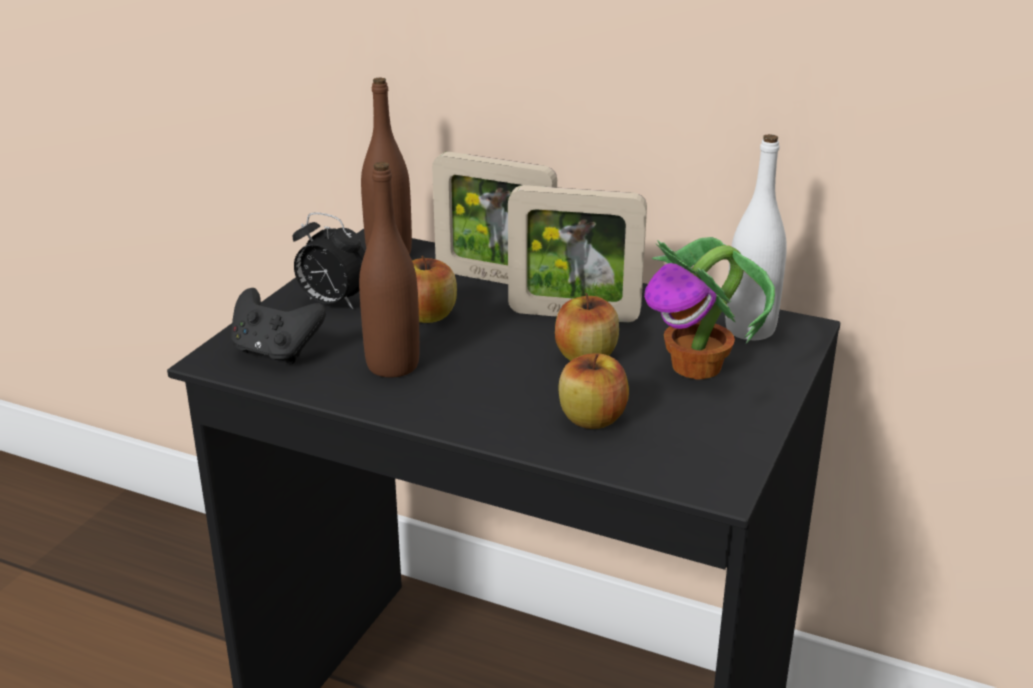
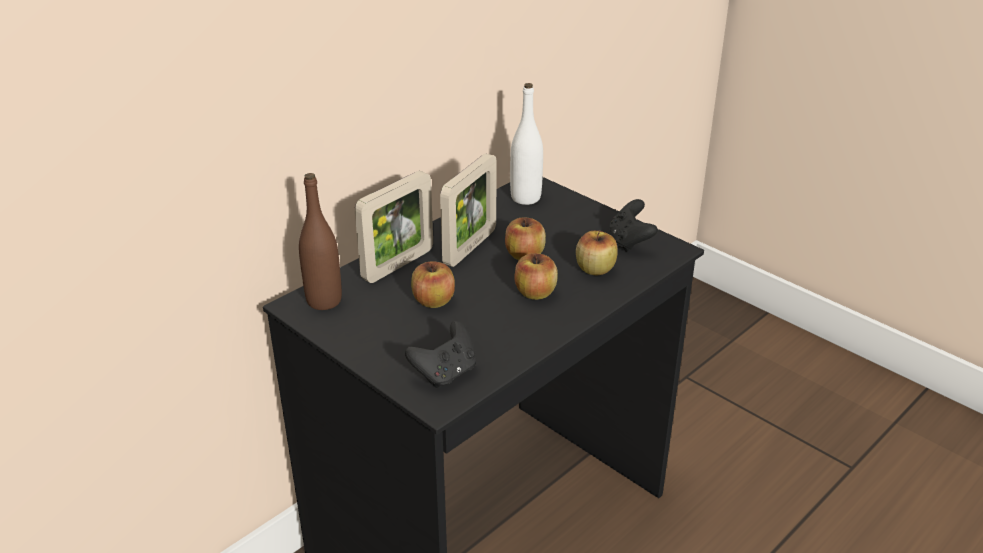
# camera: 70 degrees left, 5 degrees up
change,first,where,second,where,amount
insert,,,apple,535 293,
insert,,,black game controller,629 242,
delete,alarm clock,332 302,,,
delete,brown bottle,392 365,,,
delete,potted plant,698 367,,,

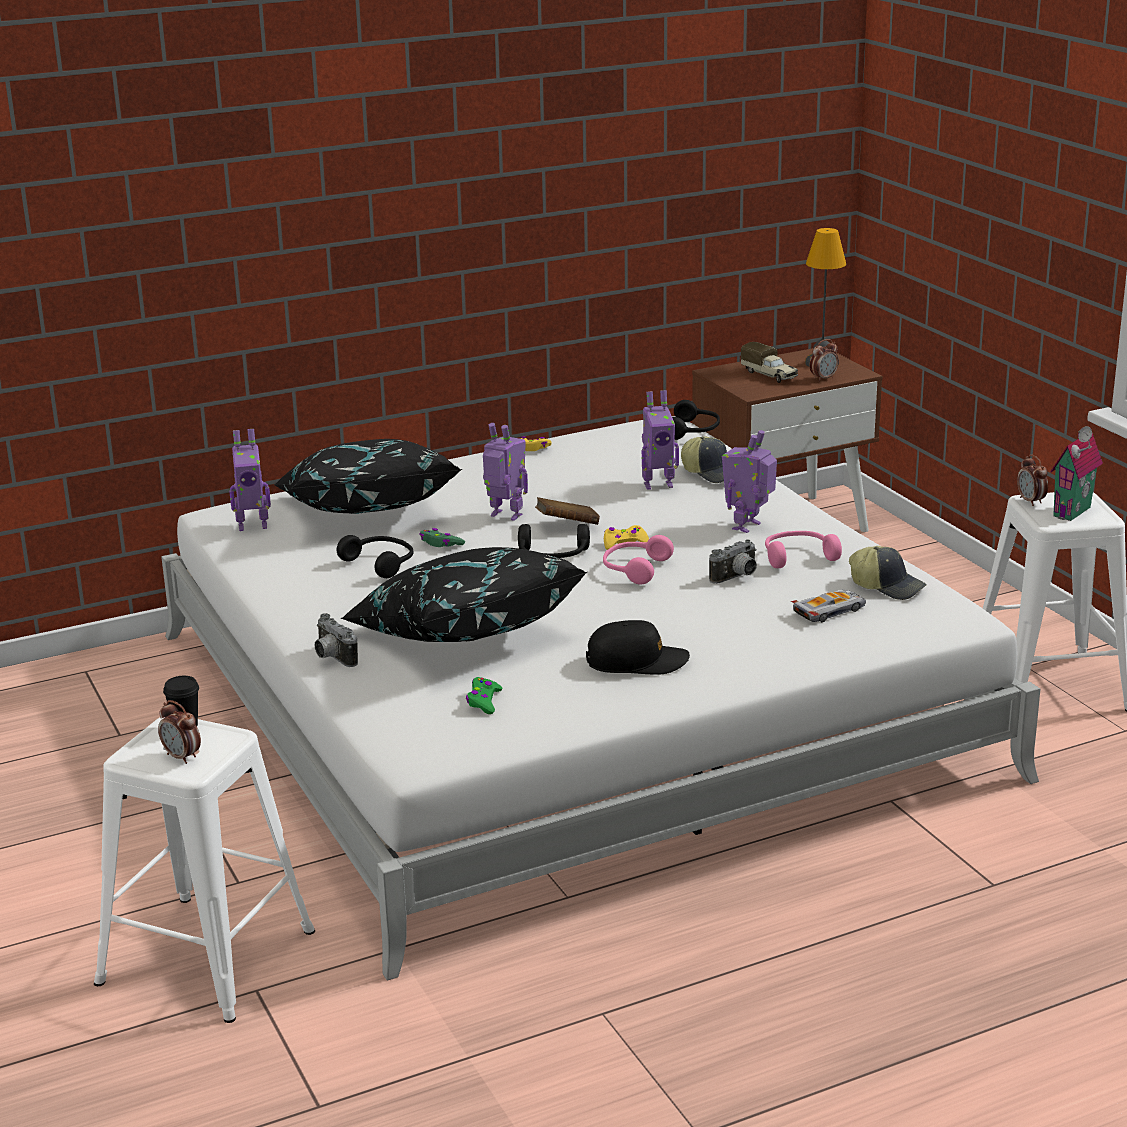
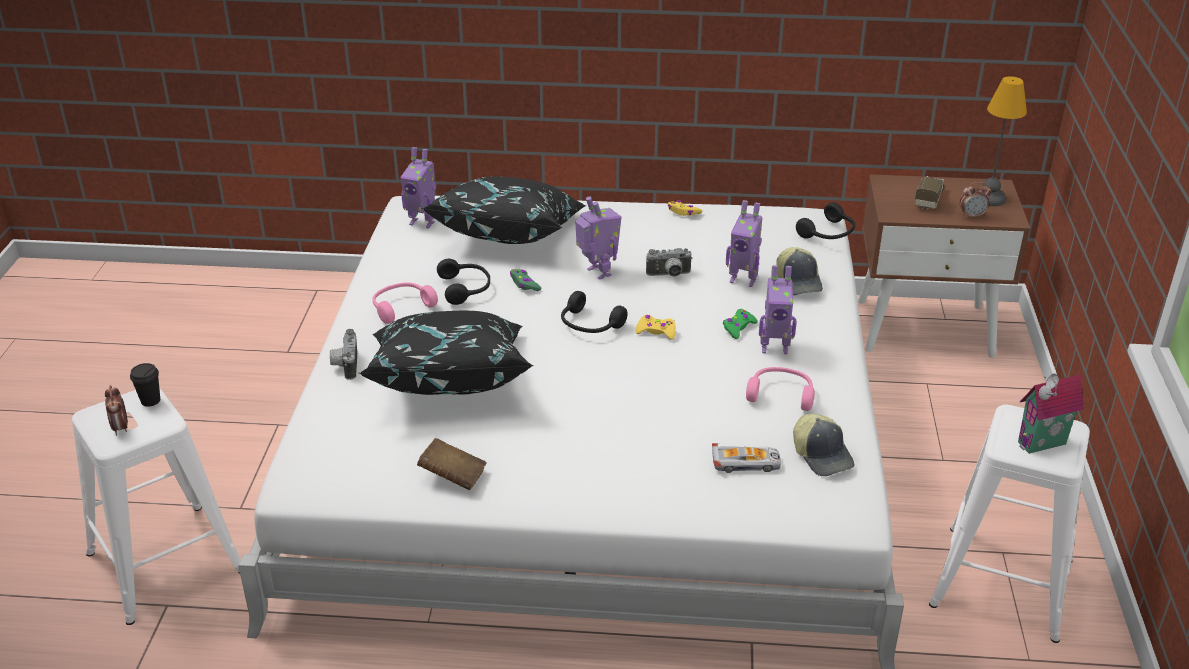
# camera: 30 degrees right, 10 degrees up
change,first,where,second,where,amount
move,pink headphones,634 569,,401 307,
move,brown book,567 526,,453 477,
move,photo camera,737 577,,669 275,
move,green game controller,483 701,,738 328,
rotate,toy robot,748 526,,774 348,150 degrees counterclockwise
rotate,toy truck,770 375,,929 199,150 degrees counterclockwise
delete,black cap,636 662,,,
delete,alarm clock,1031 501,,,

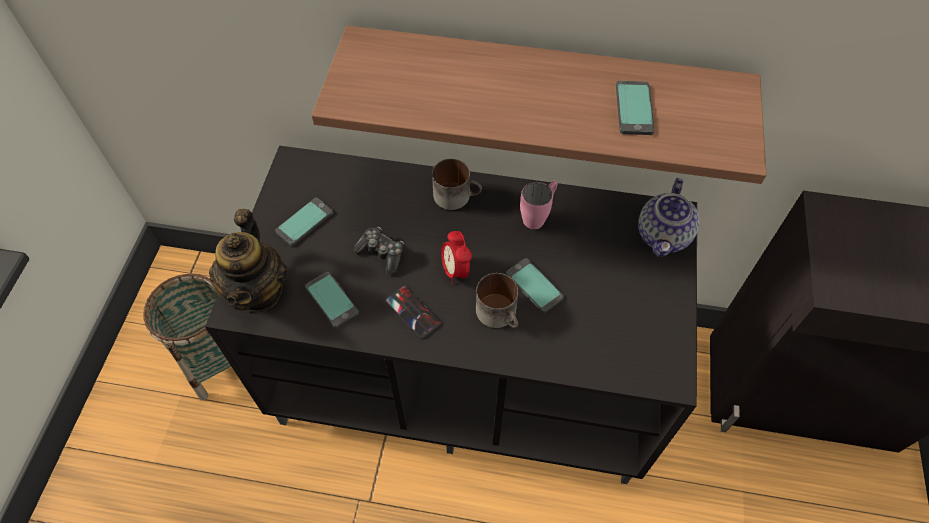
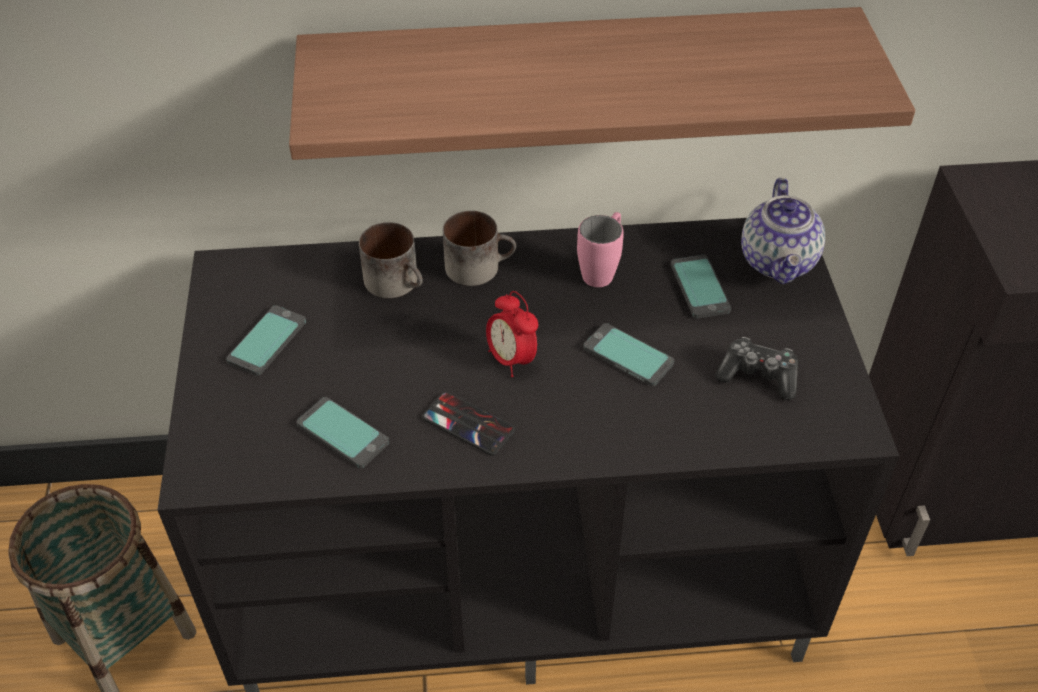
# camera: 15 degrees left, 10 degrees down
change,first,where,second,where,amount
move,mug,500 313,,398 282,
move,phone,634 109,,700 288,
move,game controller,382 254,,758 376,
delete,teapot,258 290,,,

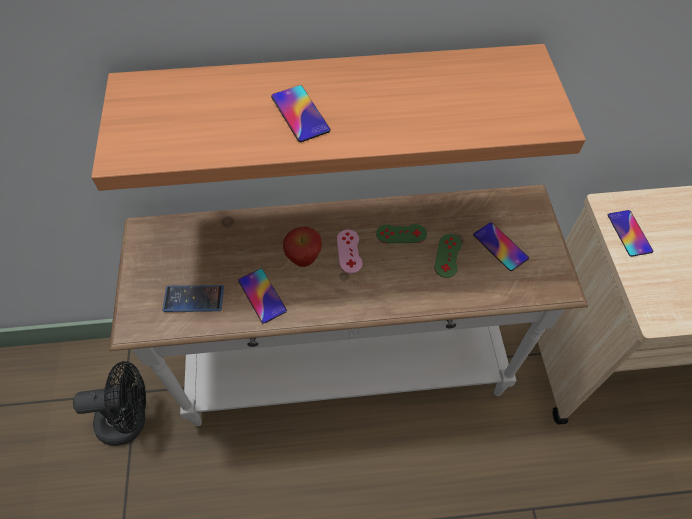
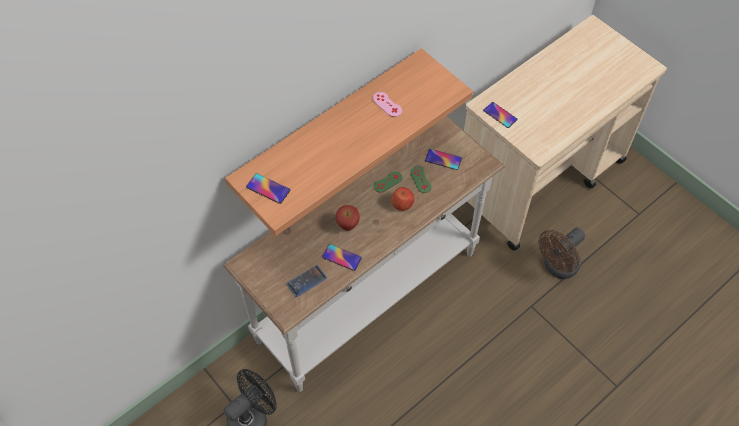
# camera: 35 degrees left, 0 degrees up
change,first,where,second,where,amount
move,phone,300 114,,268 188,
move,pink game controller,349 251,,387 104,
insert,,,apple,402 204,
insert,,,brown fan,557 268,

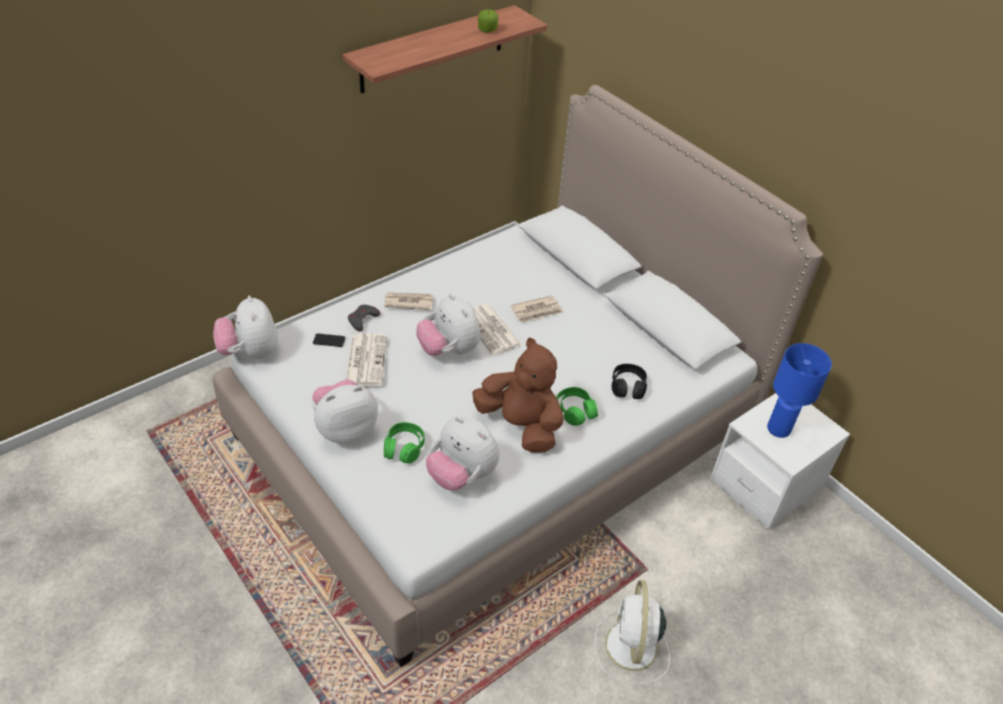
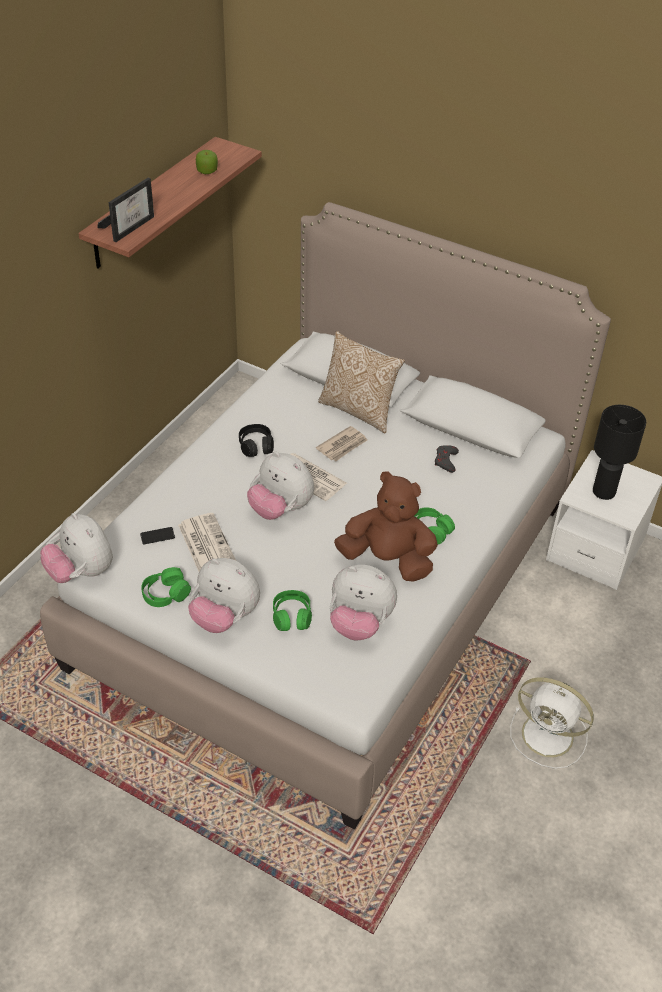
# camera: 20 degrees left, 0 degrees up
change,first,where,second,where,amount
insert,,,picture frame,130 226,
insert,,,green headphones,165 594,
rotate,plush toy,345 429,,224 617,105 degrees counterclockwise
move,black headphones,628 387,,256 446,
insert,,,pillow,359 410,
move,grey game controller,362 319,,446 461,
rotate,white fan,631 648,,549 736,45 degrees counterclockwise
recolor,blue table lamp,779 429,black table lamp,604 492,
delete,newspaper,408 302,,,

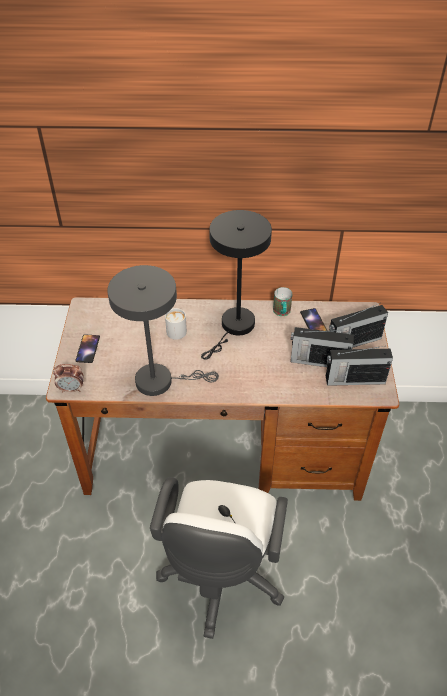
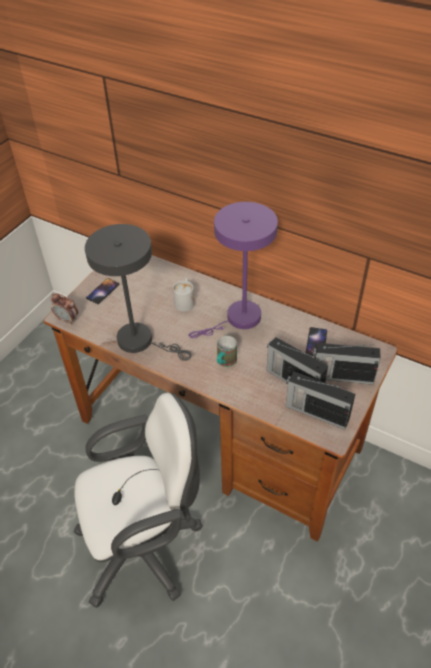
# camera: 30 degrees right, 0 degrees up
change,first,where,second,where,amount
rotate,white office chair,220 578,,146 545,150 degrees counterclockwise
recolor,black table lamp,235 327,purple table lamp,238 319,
move,mug,282 313,,225 363,

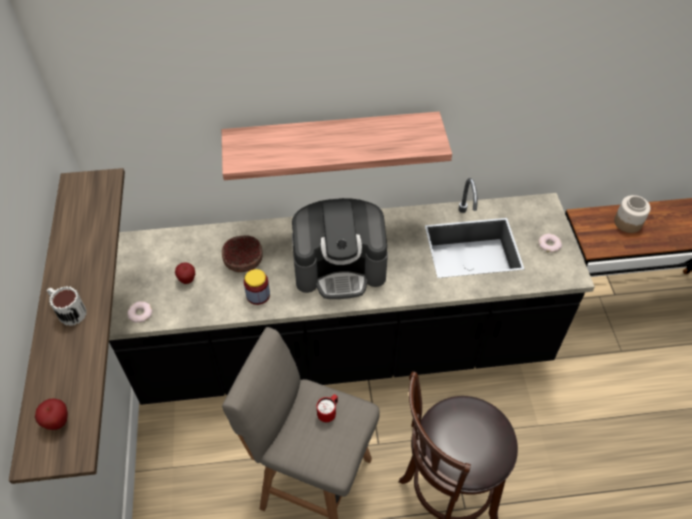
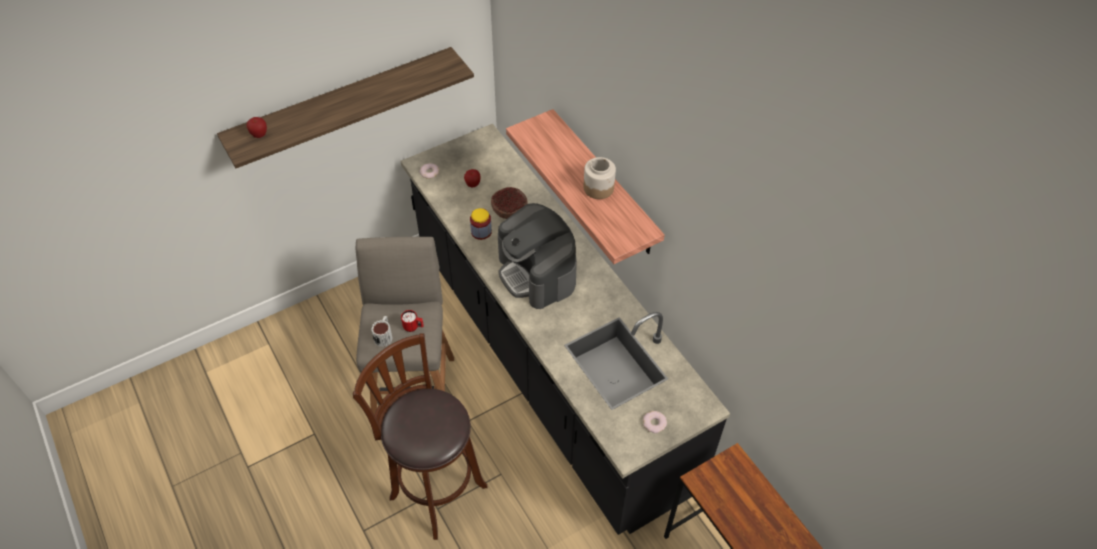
# camera: 65 degrees right, 0 degrees up
change,first,where,second,where,amount
move,mug,68 311,,384 335,
move,jar,627 222,,598 188,

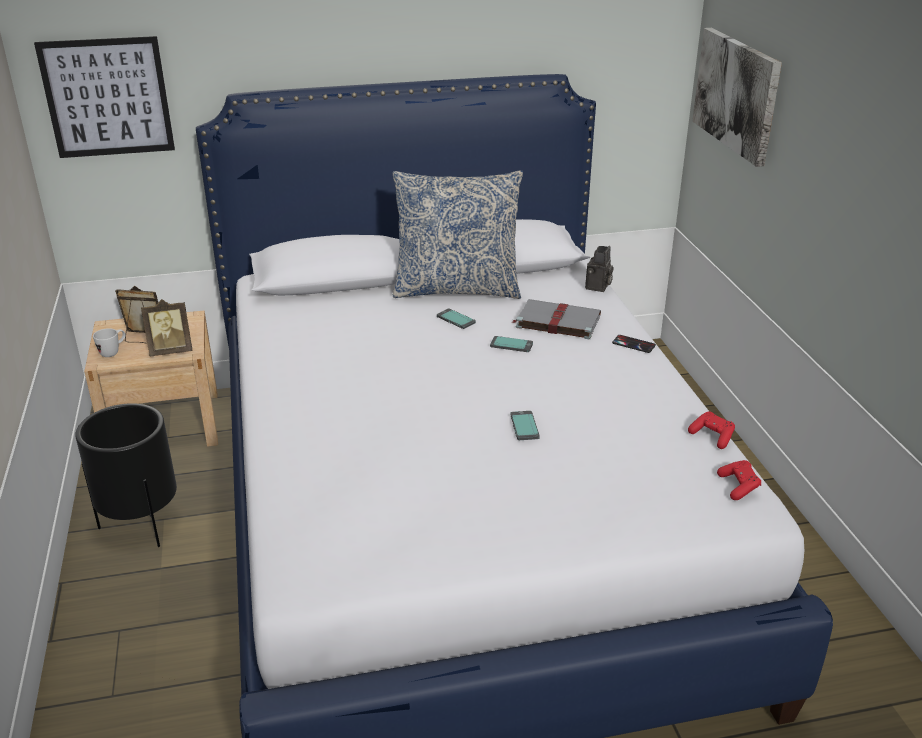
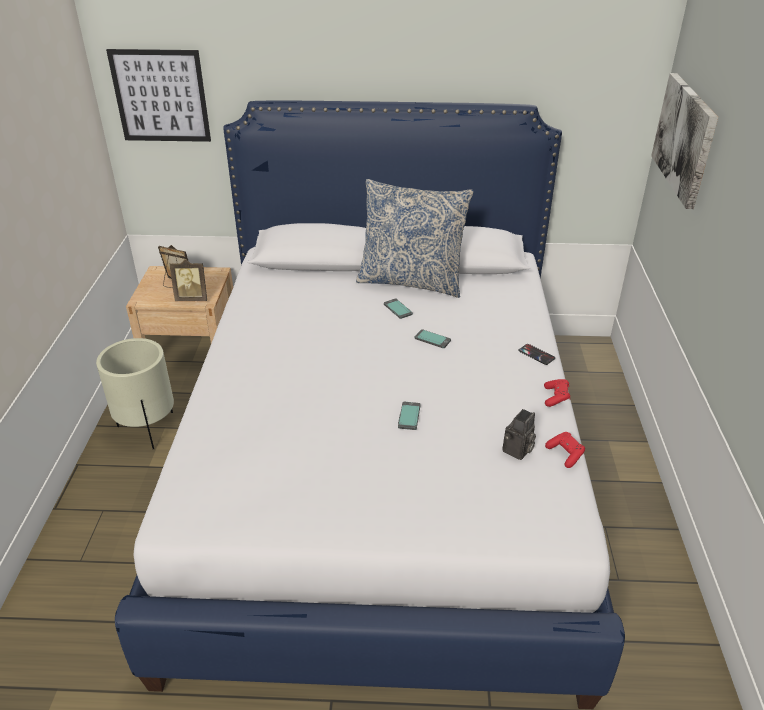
# camera: 15 degrees right, 5 degrees up
change,first,where,second,where,amount
recolor,black planter,142 524,beige planter,148 429,
move,photo camera,598 287,,517 451,
move,red game controller,738 486,,556 397,
delete,white mug,113 352,,,
delete,grey book,556 321,,,

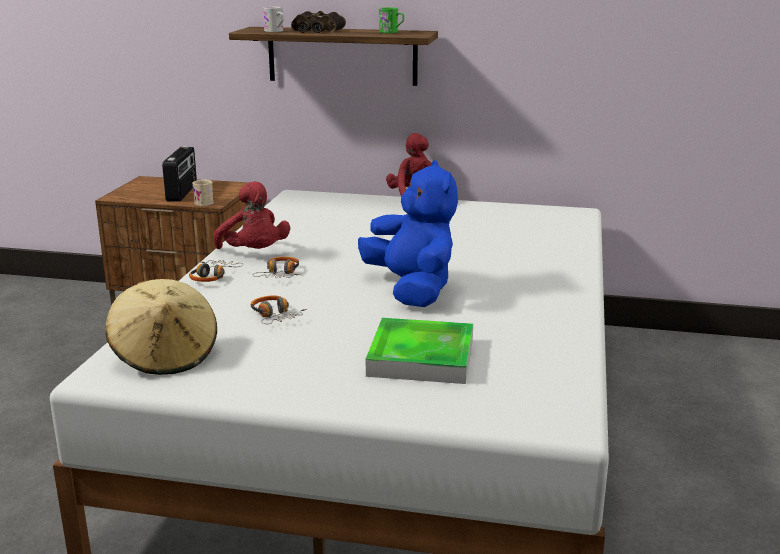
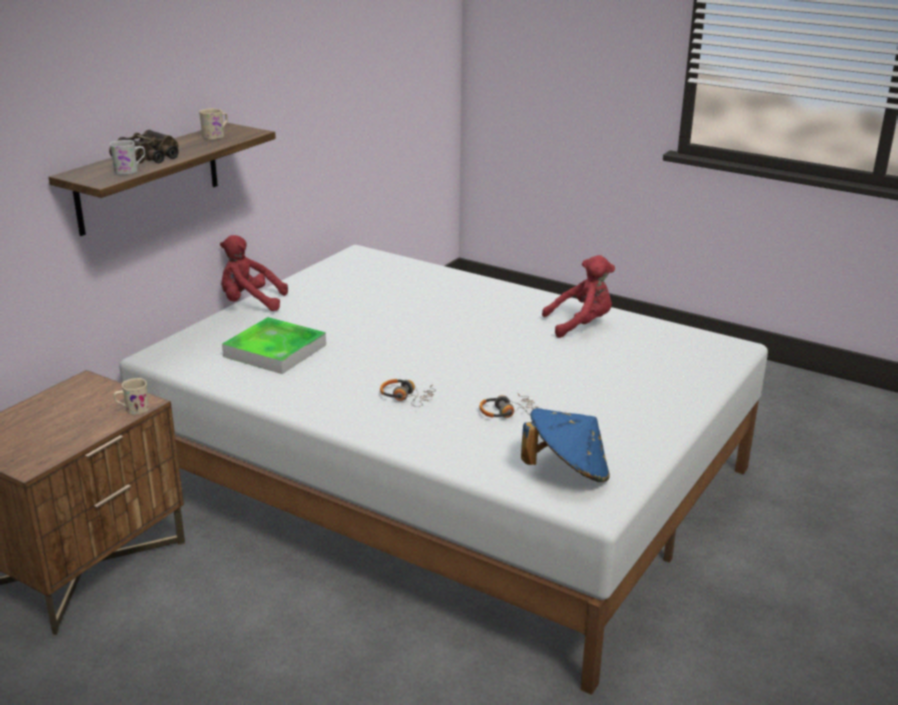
# camera: 70 degrees left, 5 degrees up
change,first,where,second,where,amount
recolor,green mug,391 32,beige mug,216 136,
move,tray,421 357,,275 351,
recolor,beige hat,165 356,blue hat,567 471,
move,red plush toy,254 253,,581 325,
delete,radio,182 192,,,
delete,headphones,213 276,,,
delete,blue plush toy,412 290,,,

